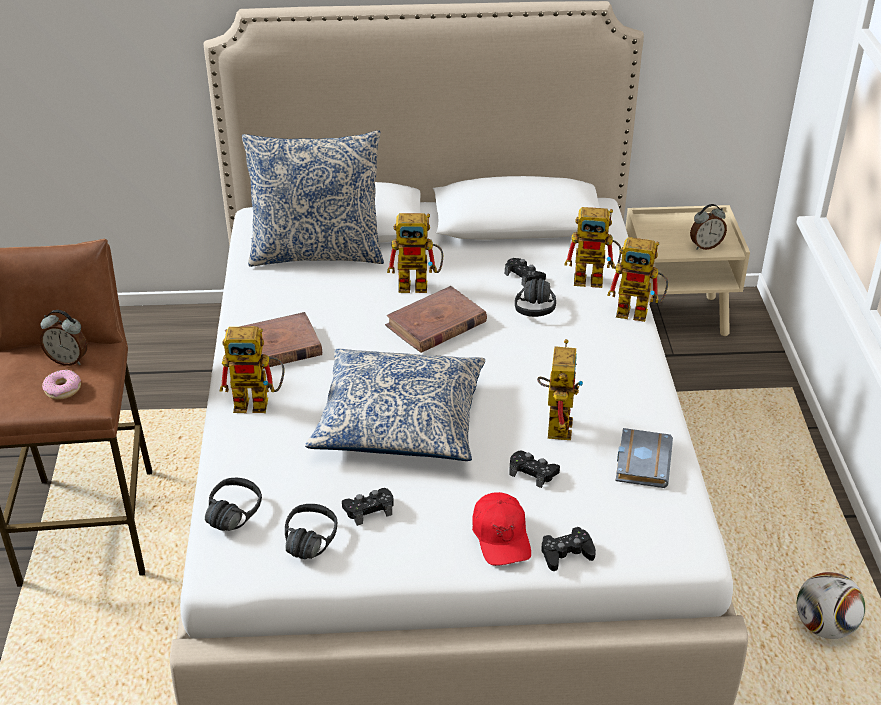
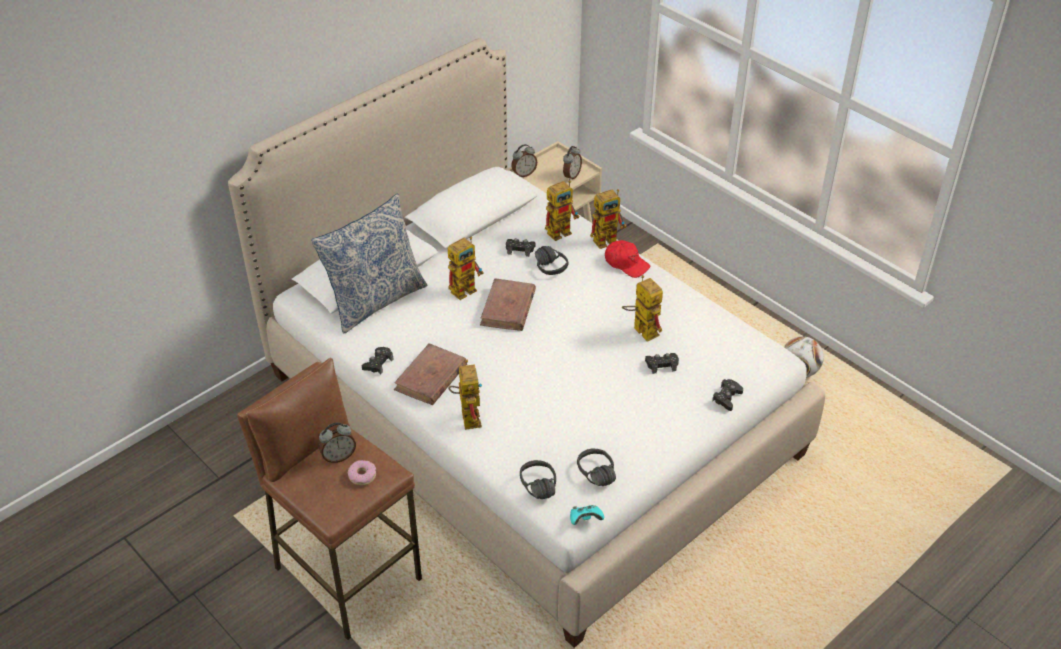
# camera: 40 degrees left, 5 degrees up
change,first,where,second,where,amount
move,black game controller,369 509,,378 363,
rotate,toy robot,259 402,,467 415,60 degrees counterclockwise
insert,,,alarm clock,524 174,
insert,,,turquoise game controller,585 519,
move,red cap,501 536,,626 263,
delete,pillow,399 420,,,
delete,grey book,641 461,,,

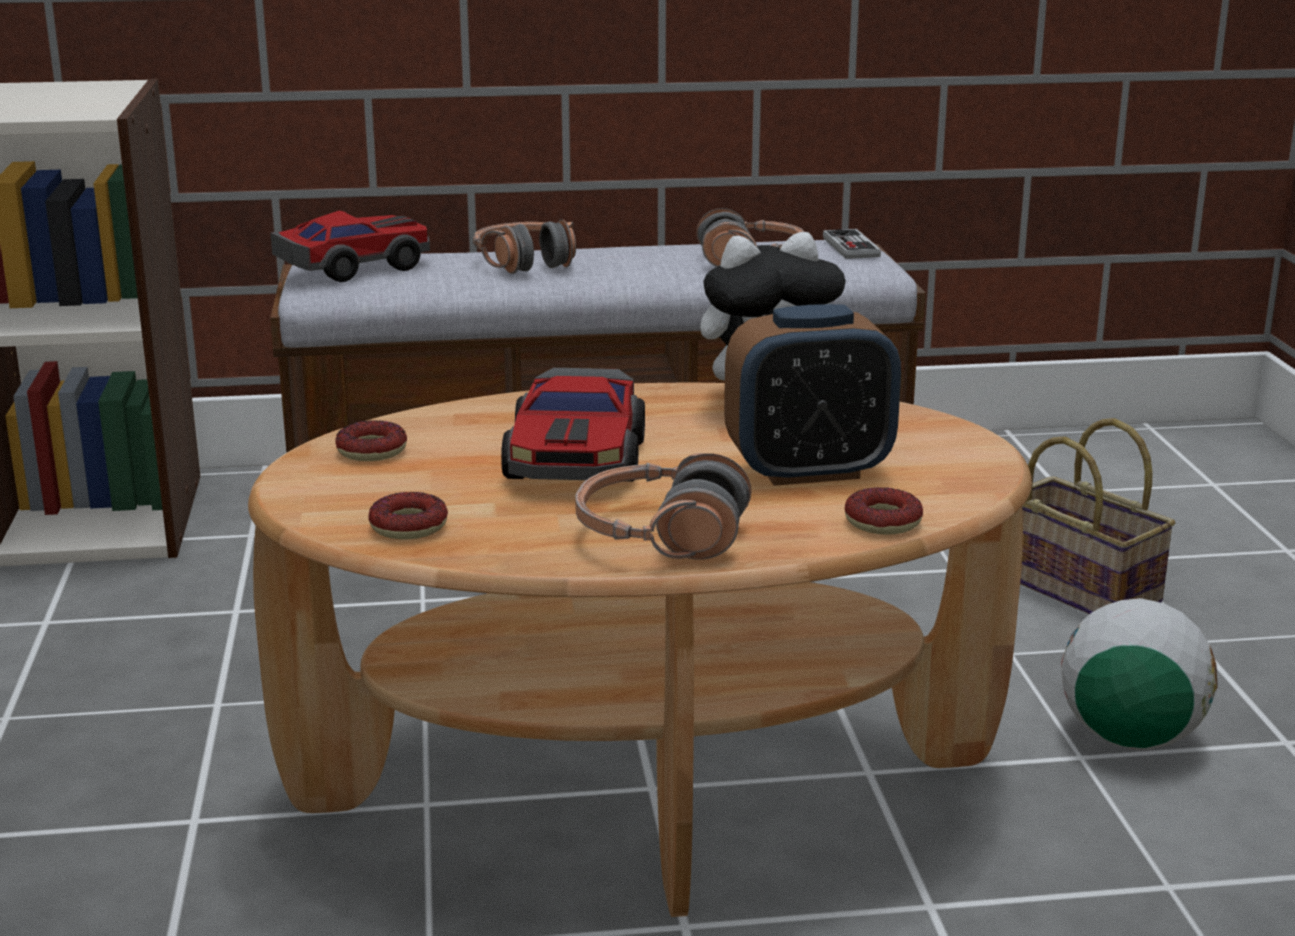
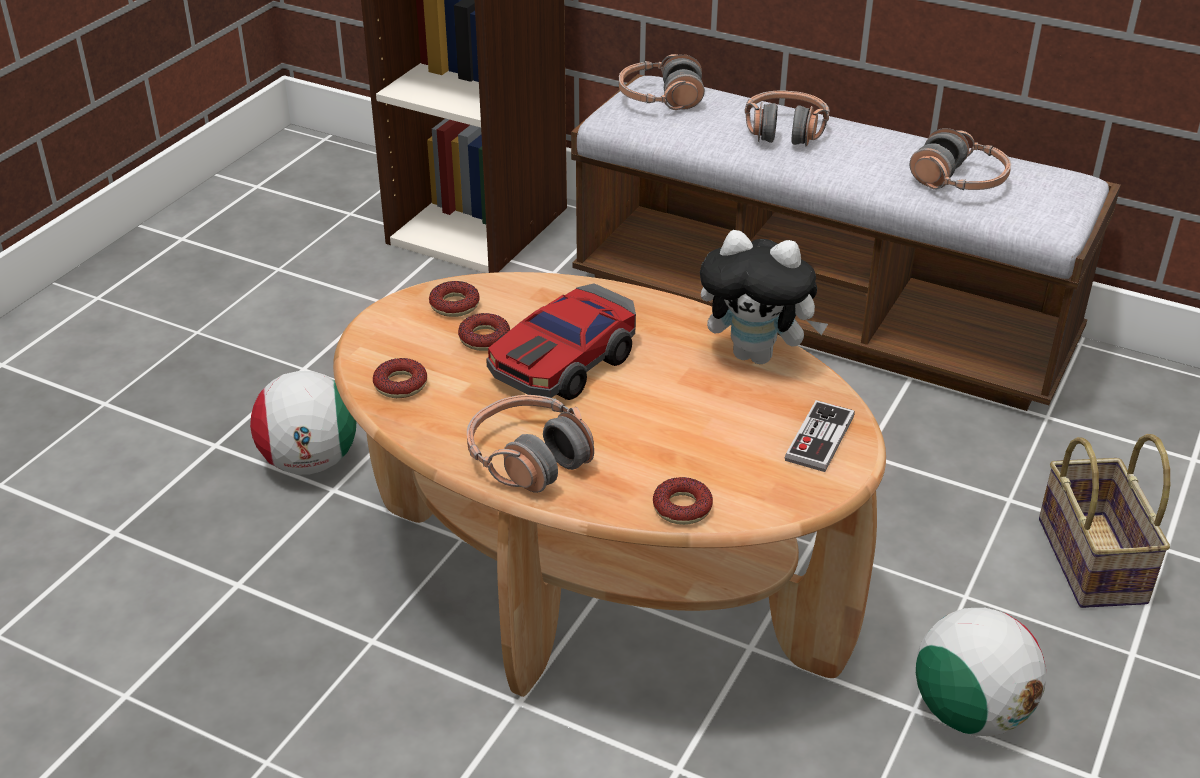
# camera: 35 degrees right, 15 degrees up
change,first,where,second,where,amount
insert,,,football,310 462,
insert,,,donut,484 338,
replace,toy car,353 266,headphones,660 99,
move,game controller,851 247,,819 439,
delete,alarm clock,808 471,,,

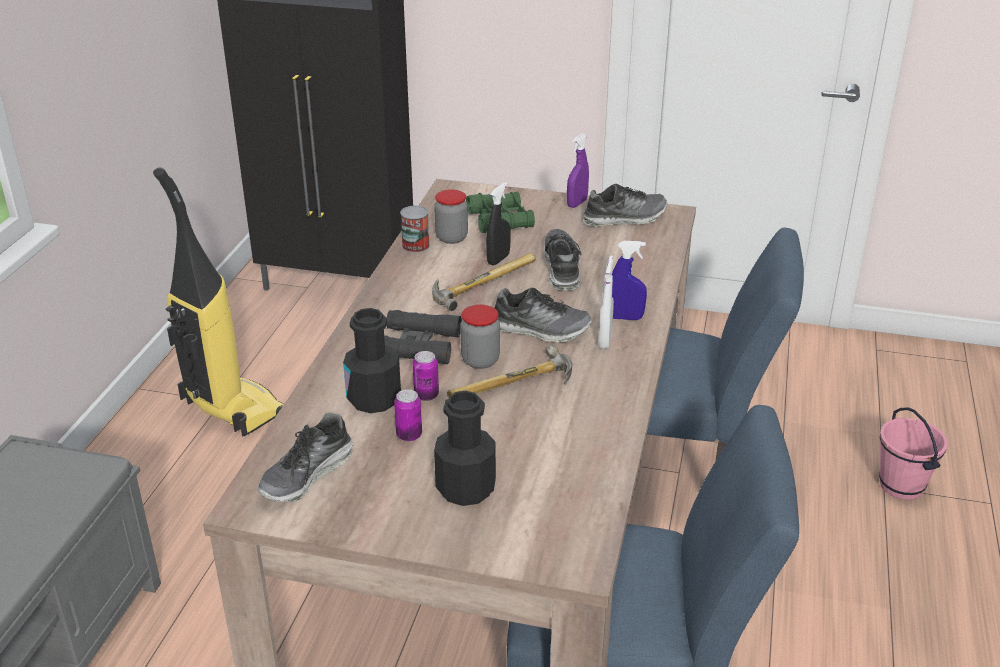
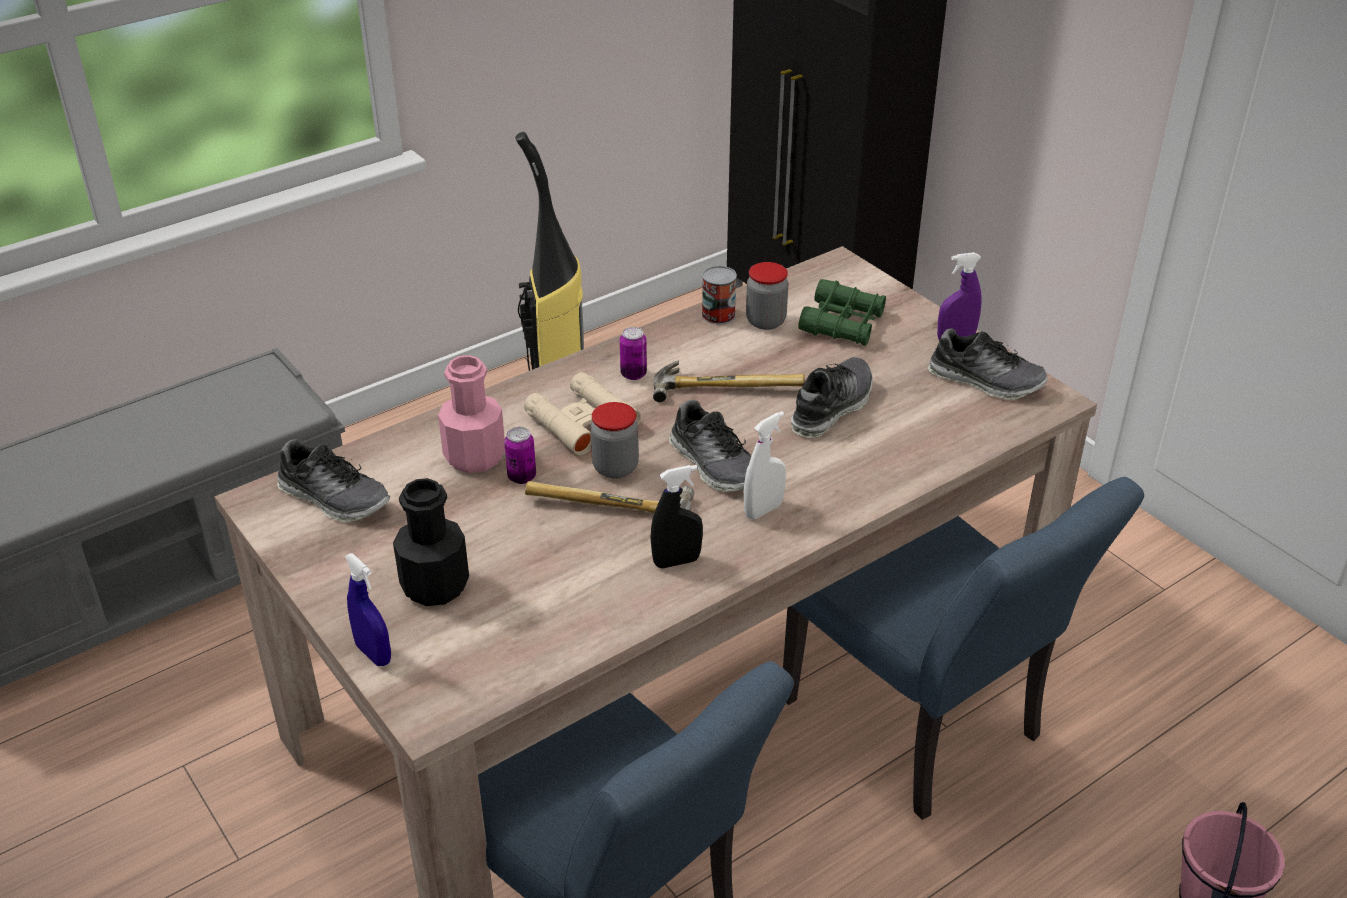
# camera: 40 degrees right, 5 degrees up
change,first,where,second,where,amount
rotate,shoe,307 475,,334 498,135 degrees counterclockwise
move,blue spray bottle,625 318,,373 654,
recolor,black bottle,374 399,pink bottle,474 456,
recolor,black binoculars,418 345,beige binoculars,582 422,
move,can,409 435,,633 374,
move,black spray bottle,498 259,,676 561,

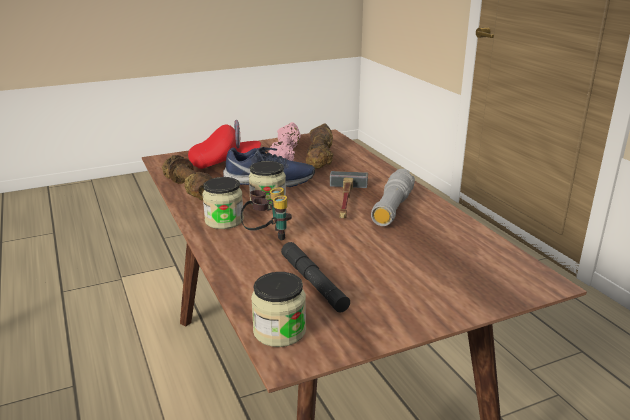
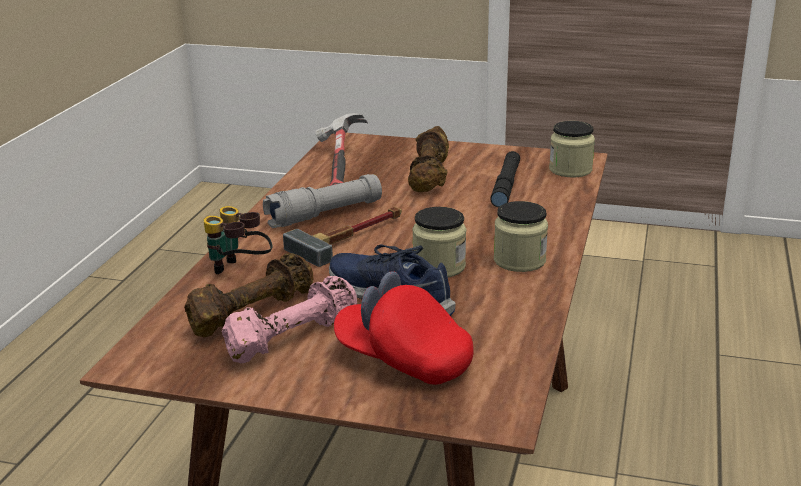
# camera: 140 degrees left, 0 degrees up
change,first,where,second,where,amount
move,binoculars,267 236,,239 271,
insert,,,hammer,340 169,
move,brown dumbbell,190 190,,430 176,

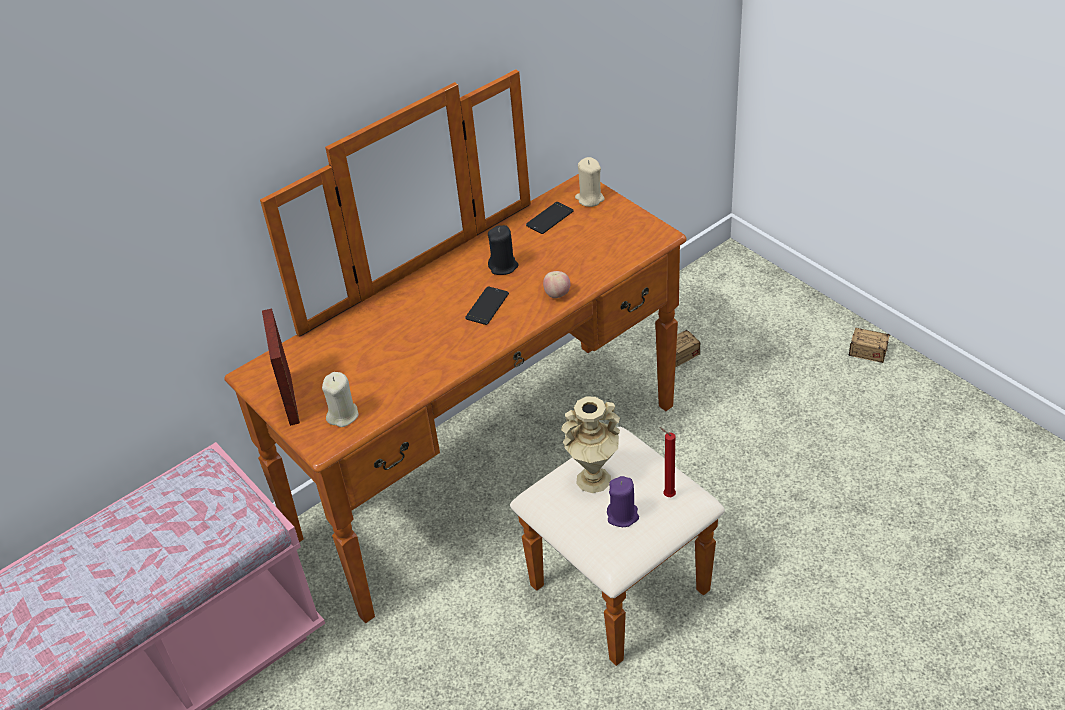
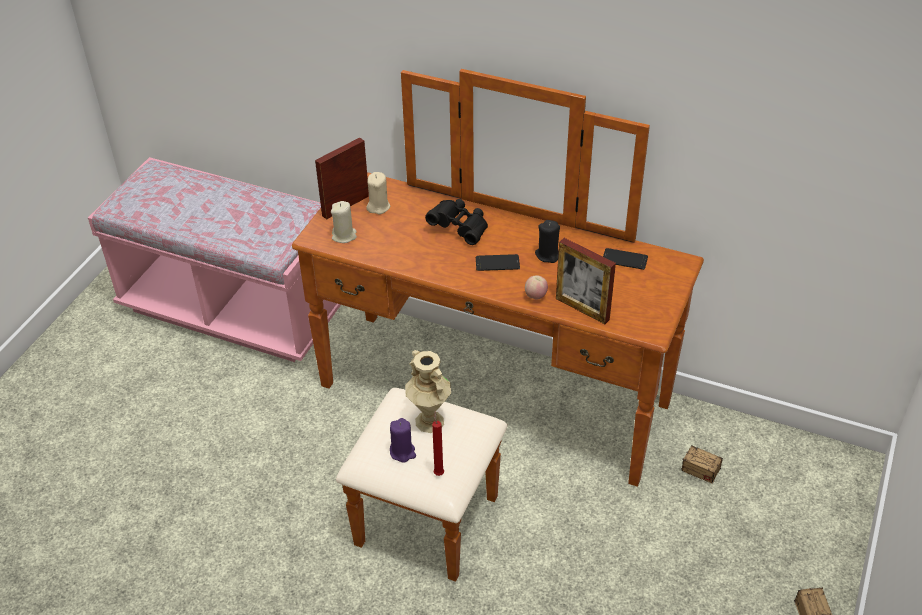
# camera: 60 degrees right, 0 degrees up
change,first,where,second,where,amount
move,beige candle,589 198,,378 207,
insert,,,black binoculars,460 228,
insert,,,picture frame,582 309,

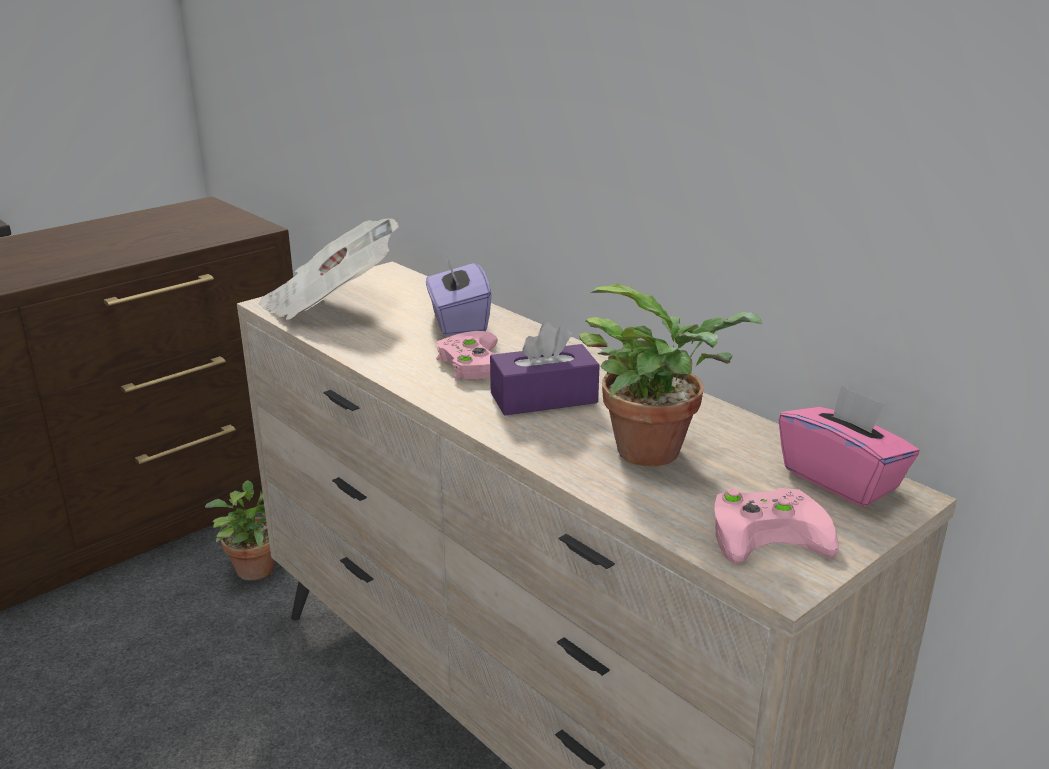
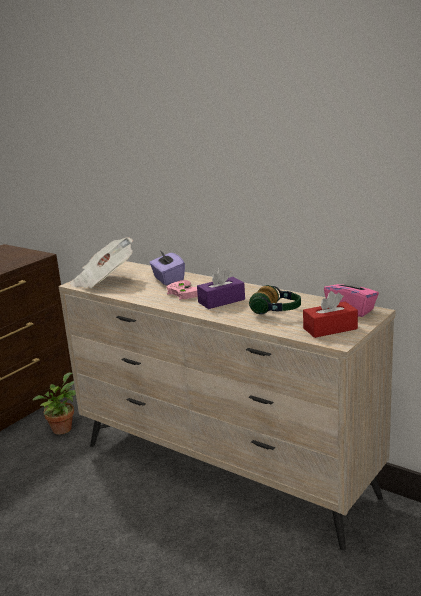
# camera: 10 degrees left, 5 degrees down
change,first,where,second,where,amount
replace,potted plant,657 451,headphones,277 311,
replace,pink game controller,771 530,red tissue box,330 328,

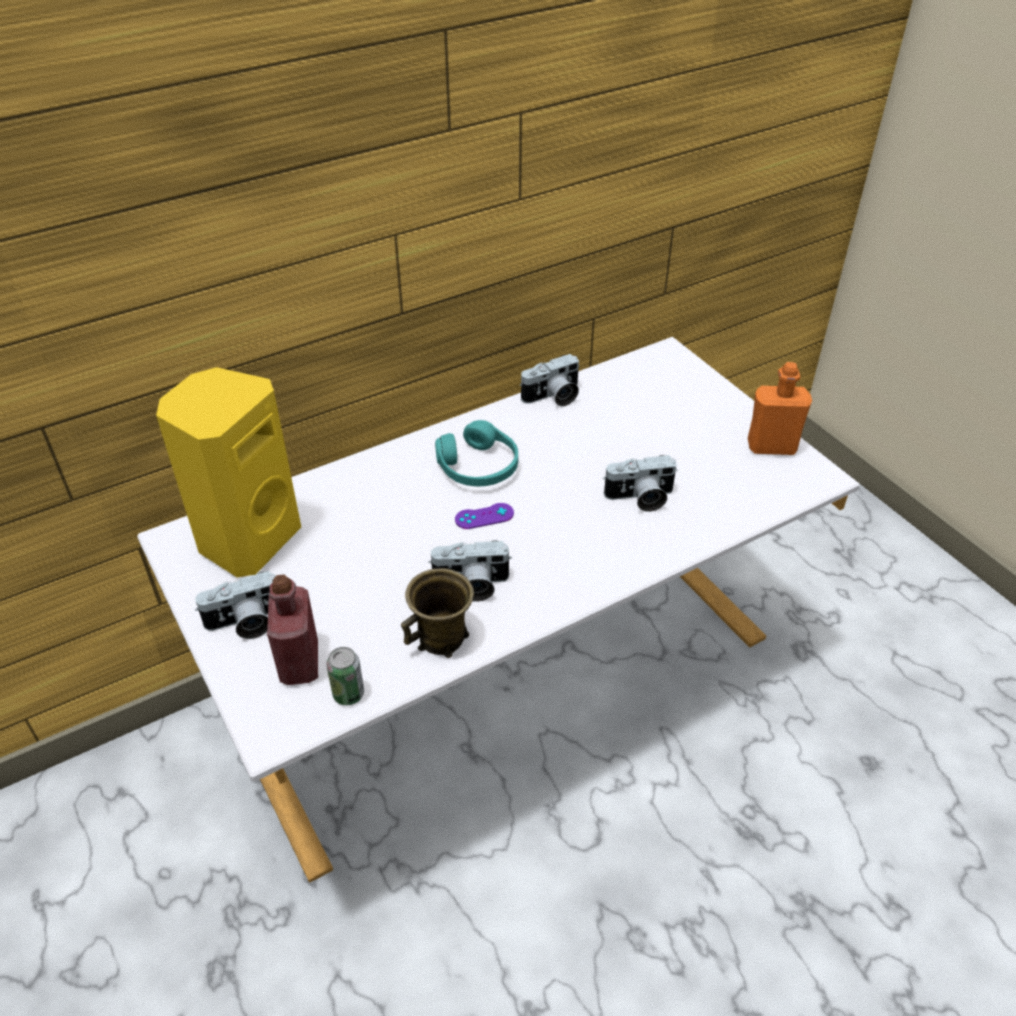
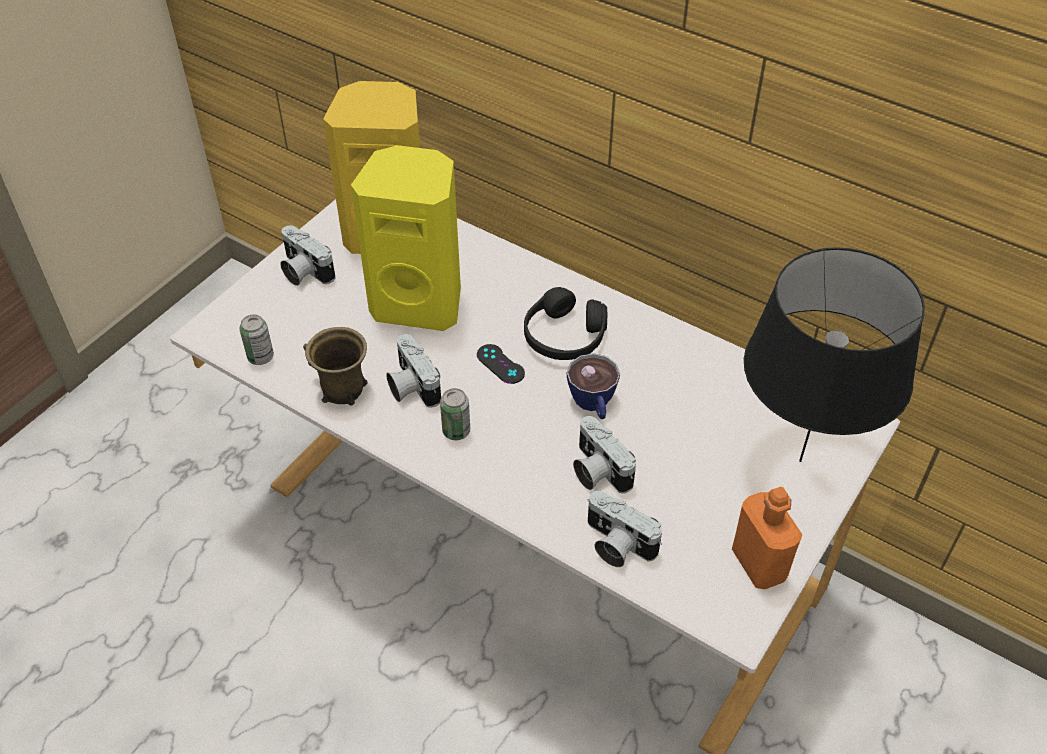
# camera: 65 degrees right, 5 degrees up
change,first,where,second,where,amount
insert,,,yellow speaker,419 302,
insert,,,can,456 431,
recolor,purple game controller,484 516,black game controller,500 364,
recolor,turquoise headphones,478 466,black headphones,564 336,
insert,,,cup,593 405,
move,photo camera,553 397,,616 544,
insert,,,black table lamp,800 460,
delete,red bottle,299 663,,,

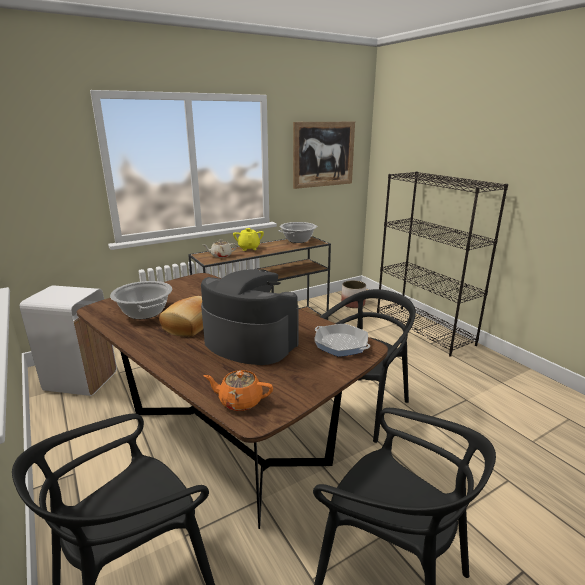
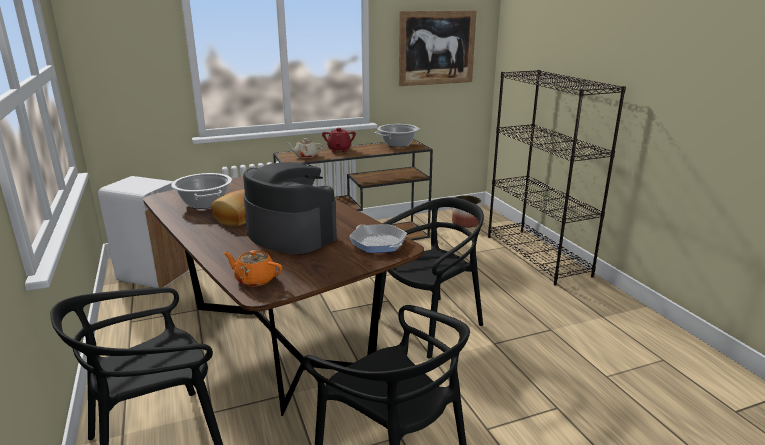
# camera: 10 degrees right, 0 degrees up
change,first,where,second,where,amount
recolor,yellow teapot,249 248,red teapot,339 150,

